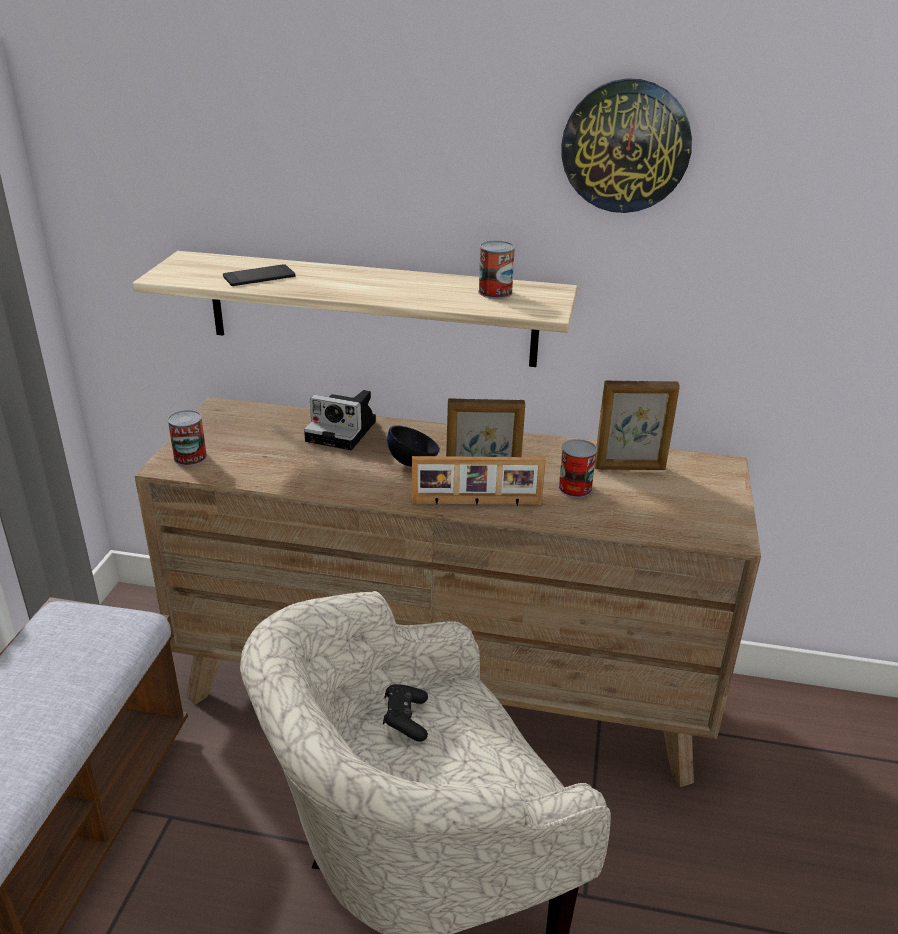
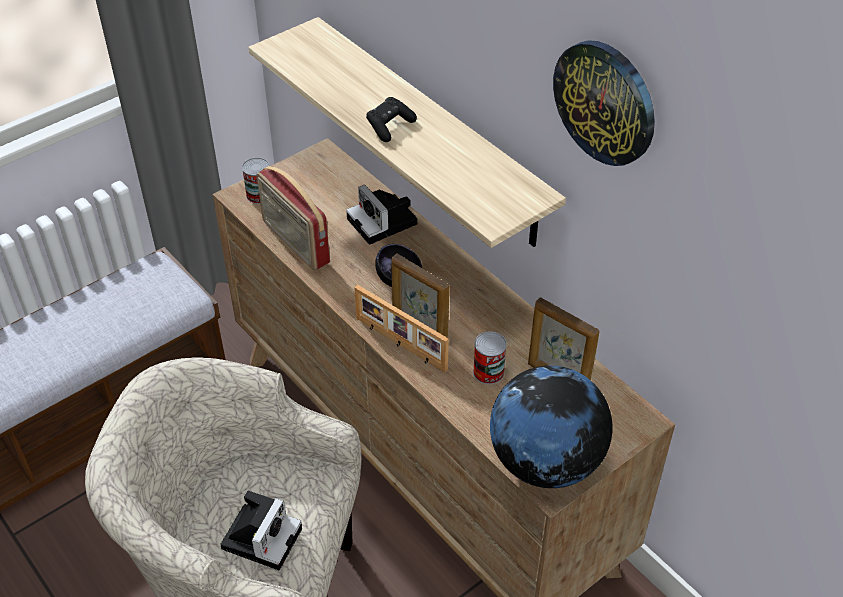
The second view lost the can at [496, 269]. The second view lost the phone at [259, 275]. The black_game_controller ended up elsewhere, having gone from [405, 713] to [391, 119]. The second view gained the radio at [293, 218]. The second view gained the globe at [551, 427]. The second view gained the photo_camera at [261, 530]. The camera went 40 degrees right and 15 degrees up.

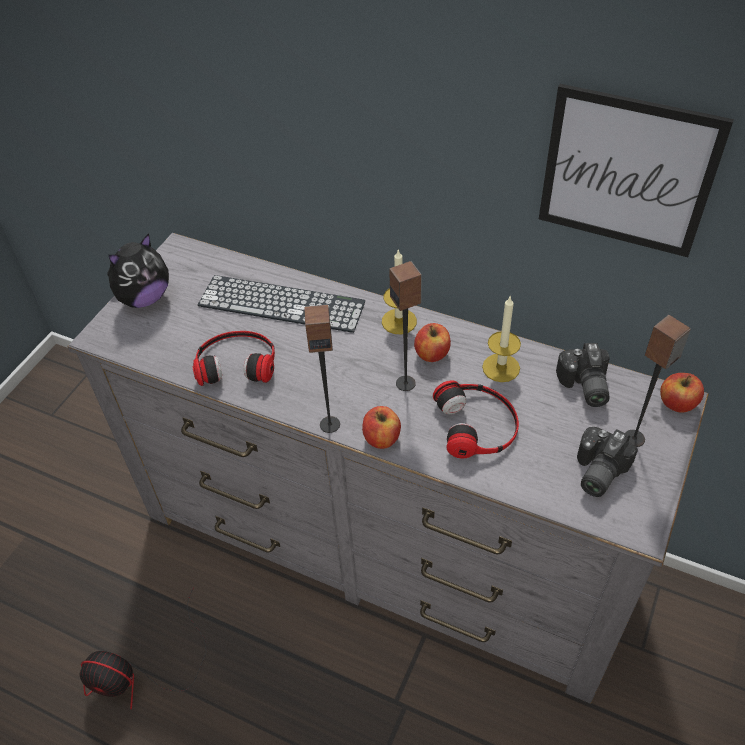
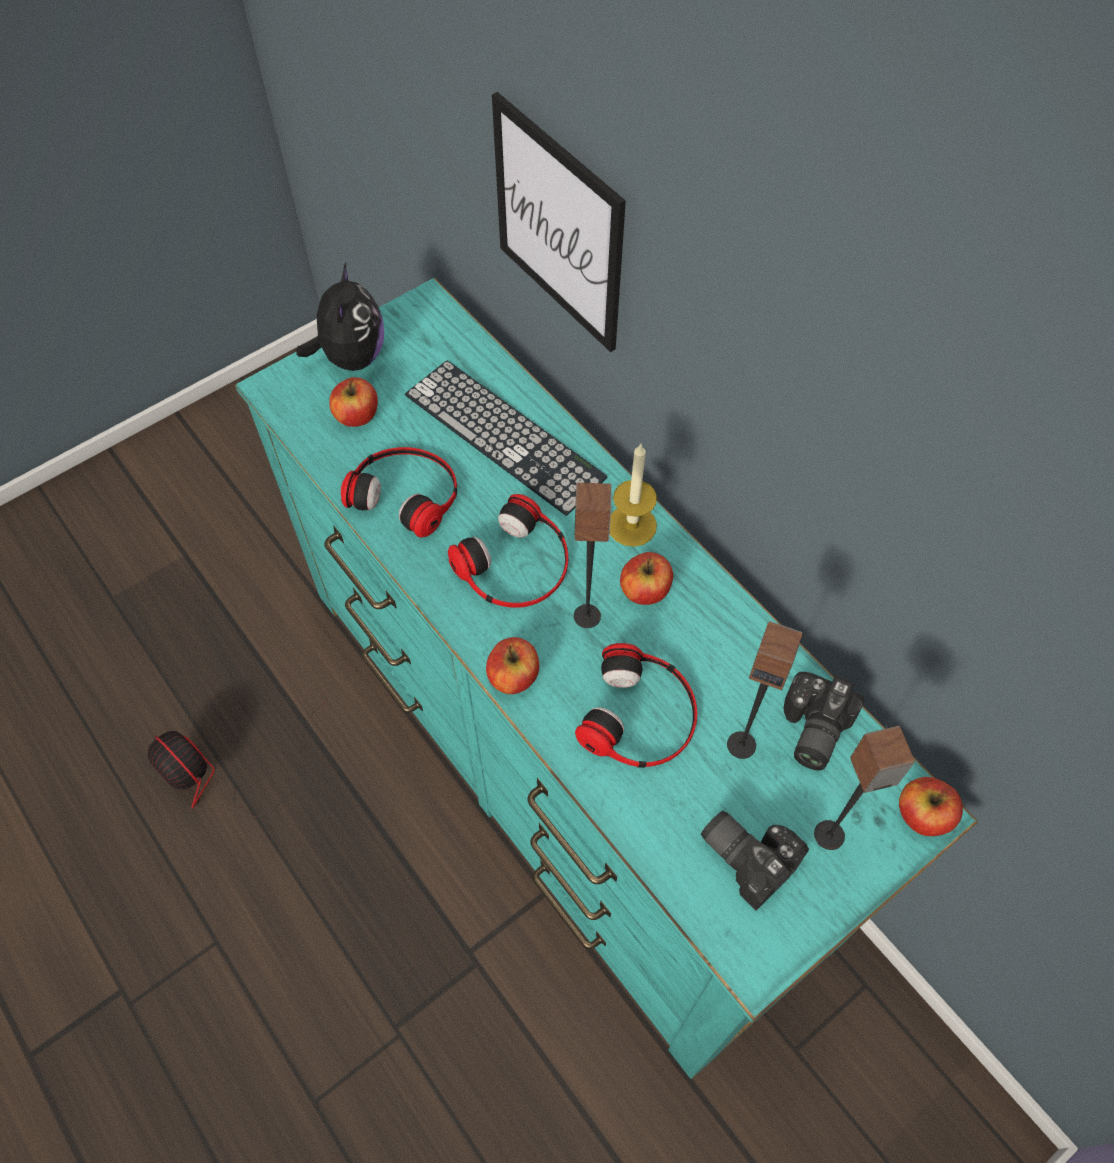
The picture ended up elsewhere, having gone from [636, 170] to [559, 222]. What was the grey_dresser at [388, 468] turned into the turquoise_dresser at [606, 678]. The plush_toy at [138, 270] ended up facing another way, 75 degrees counterclockwise from before. The second view lost the candle at [501, 338]. The speaker ended up elsewhere, having gone from [322, 368] to [765, 690]. The photo_camera at [607, 462] ended up facing another way, 75 degrees clockwise from before. The second view gained the apple at [353, 402]. The second view gained the headphones at [508, 551]. The camera went 25 degrees right and 10 degrees up.

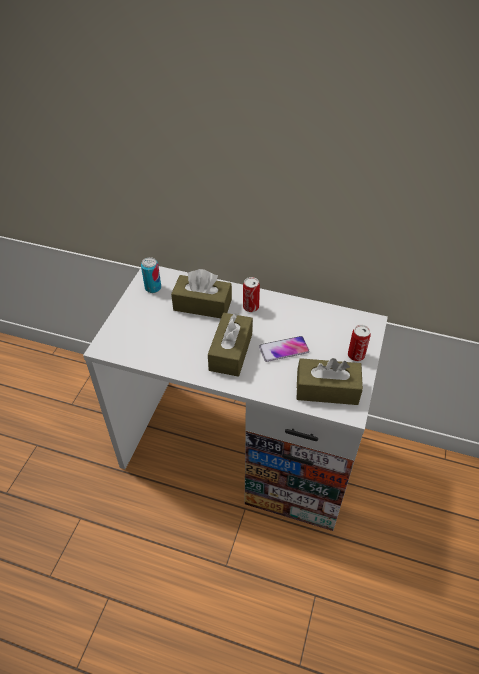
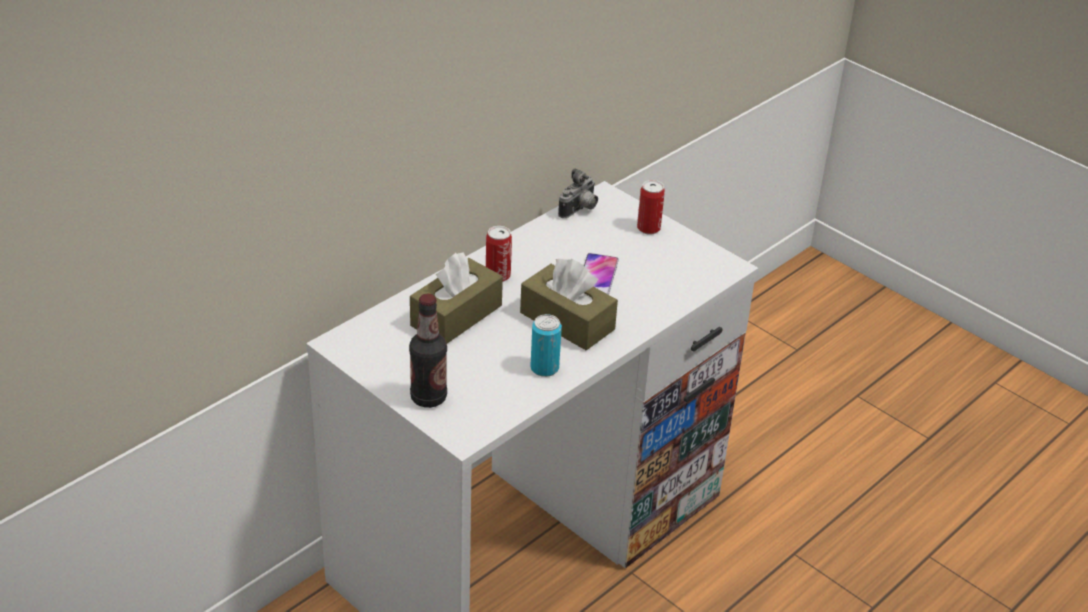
The can ended up elsewhere, having gone from [151, 275] to [546, 345]. The second view lost the brown_tissue_box at [329, 381]. The second view gained the photo_camera at [578, 193]. The second view gained the bottle at [428, 351]. The camera went 65 degrees left and 10 degrees down.

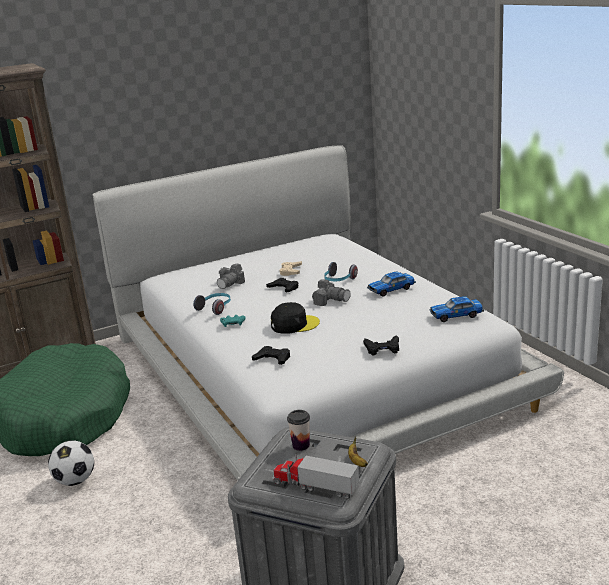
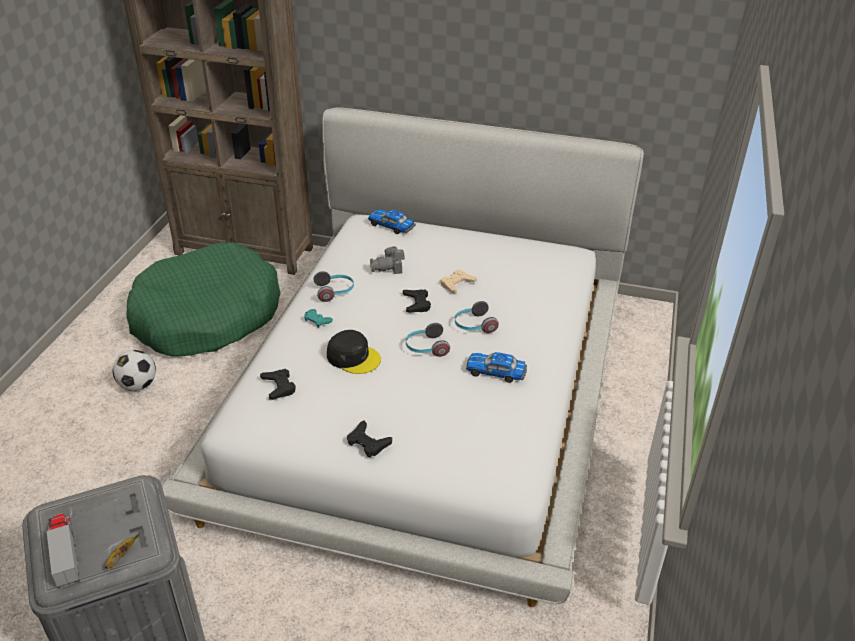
Where the photo_camera stood at [331, 292], the headphones came to stand at [428, 340]. The toy_car ended up elsewhere, having gone from [456, 309] to [392, 221]. The second view lost the cup at [298, 430]. The camera went 40 degrees right and 15 degrees up.

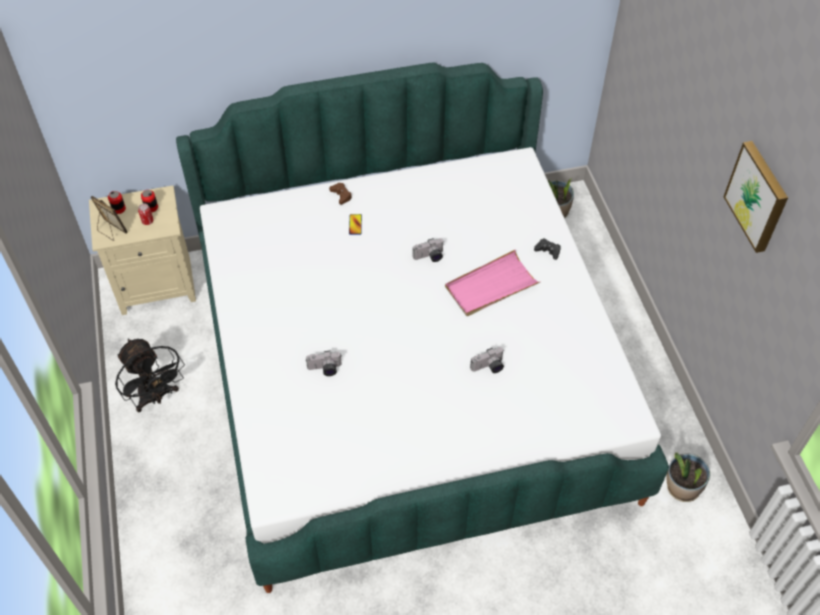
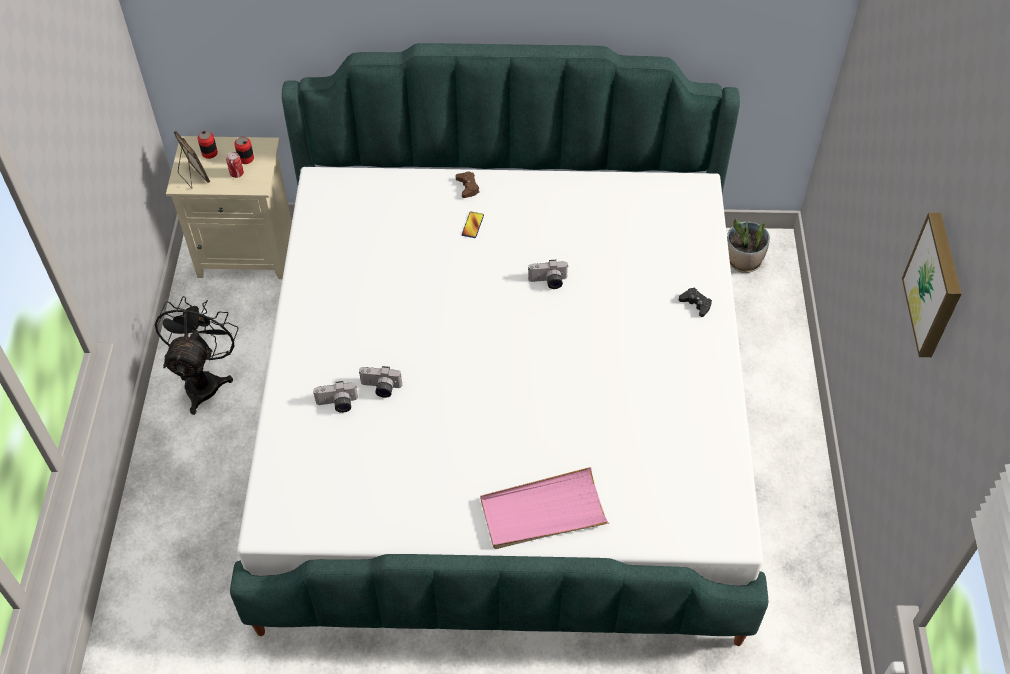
The pink_tray ended up elsewhere, having gone from [493, 283] to [544, 508]. The black_fan at [150, 375] ended up facing another way, 150 degrees counterclockwise from before. The photo_camera ended up elsewhere, having gone from [487, 360] to [335, 397]. The second view lost the potted_plant at [688, 477]. The camera went 15 degrees right and 0 degrees up.

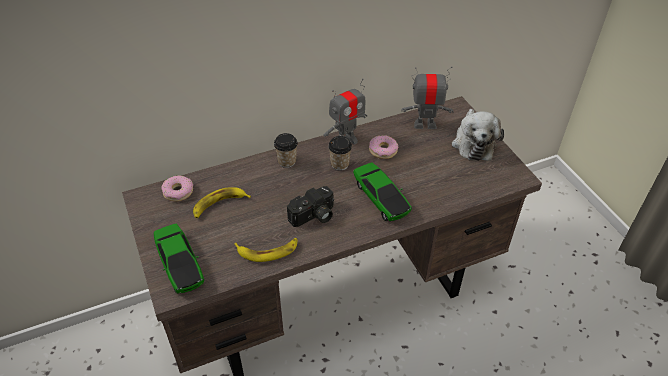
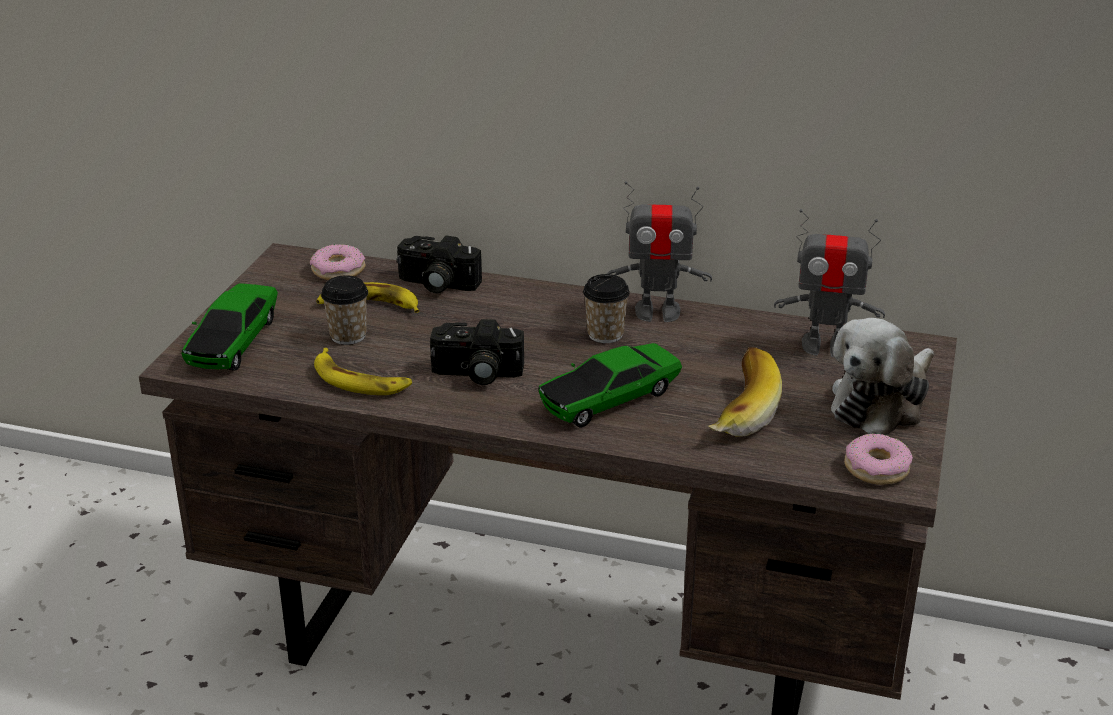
The toy_robot at [428, 98] ended up facing another way, 150 degrees clockwise from before. The cup ended up elsewhere, having gone from [286, 150] to [344, 310]. The donut ended up elsewhere, having gone from [383, 147] to [878, 459]. The toy_car at [382, 192] ended up facing another way, 45 degrees clockwise from before. The second view gained the photo_camera at [439, 264]. The second view gained the banana at [745, 392]. The camera went 40 degrees right and 15 degrees down.

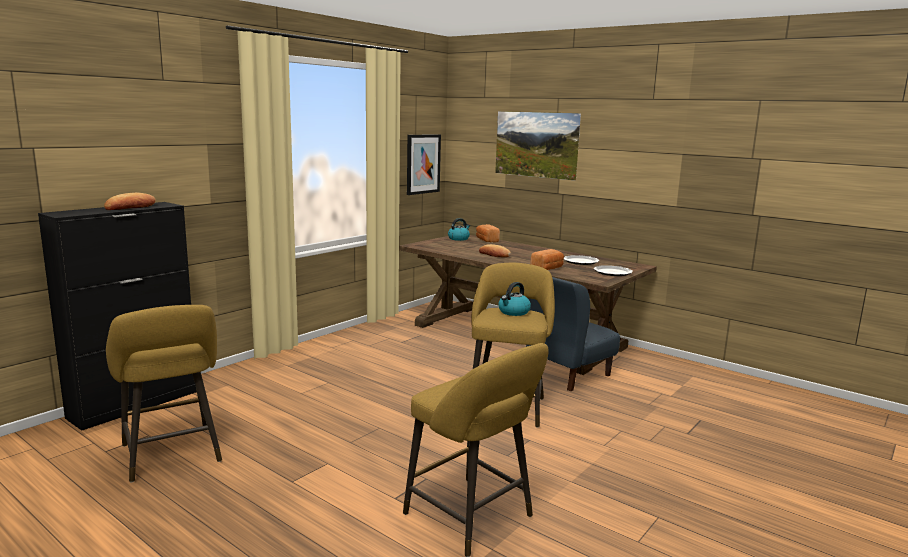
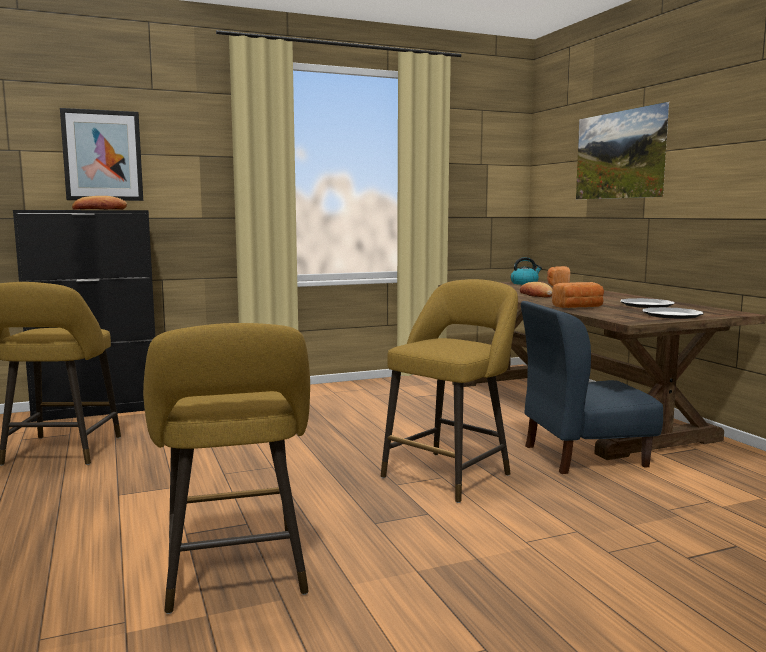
The picture ended up elsewhere, having gone from [424, 164] to [101, 154]. The second view lost the kettle at [514, 299]. The camera went 30 degrees right and 5 degrees down.

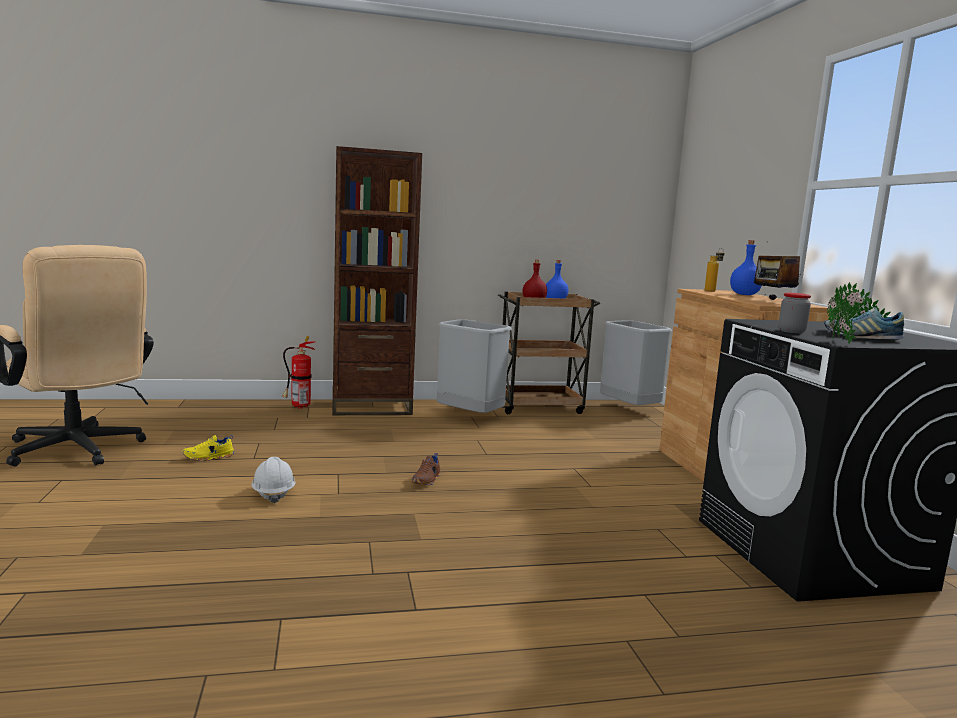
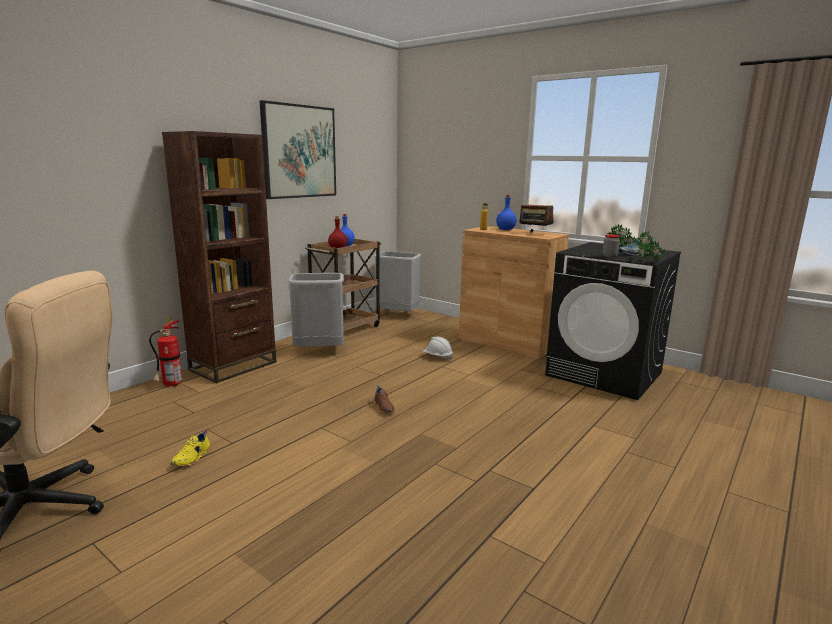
The white_hard_hat ended up elsewhere, having gone from [273, 480] to [438, 348]. The second view gained the picture at [298, 149]. The camera went 40 degrees left and 5 degrees up.

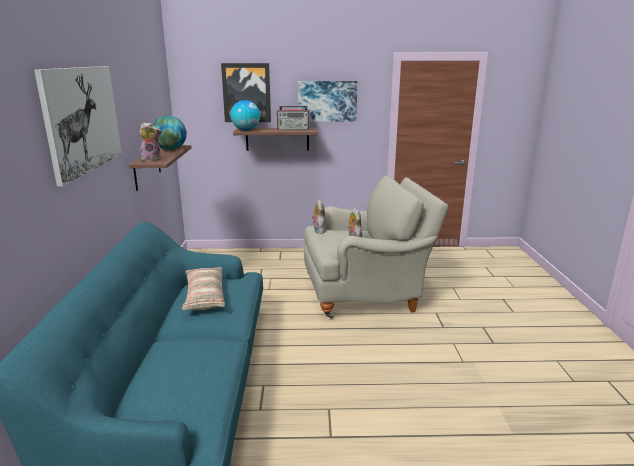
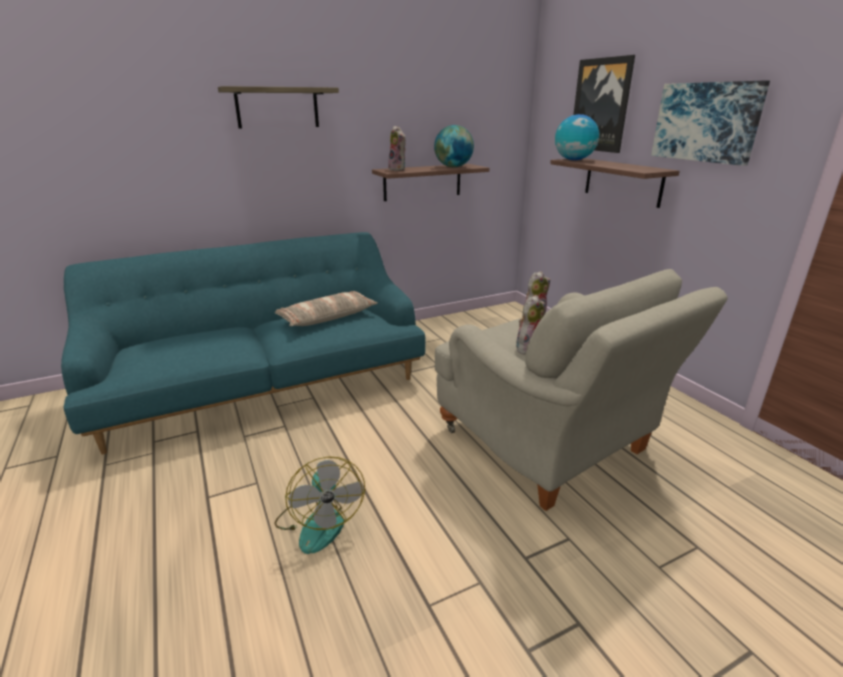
Where the picture hung at [78, 126], the shelf came to hang at [278, 107]. The second view lost the radio at [293, 117]. The second view gained the fan at [320, 505]. The camera went 65 degrees right and 5 degrees up.

